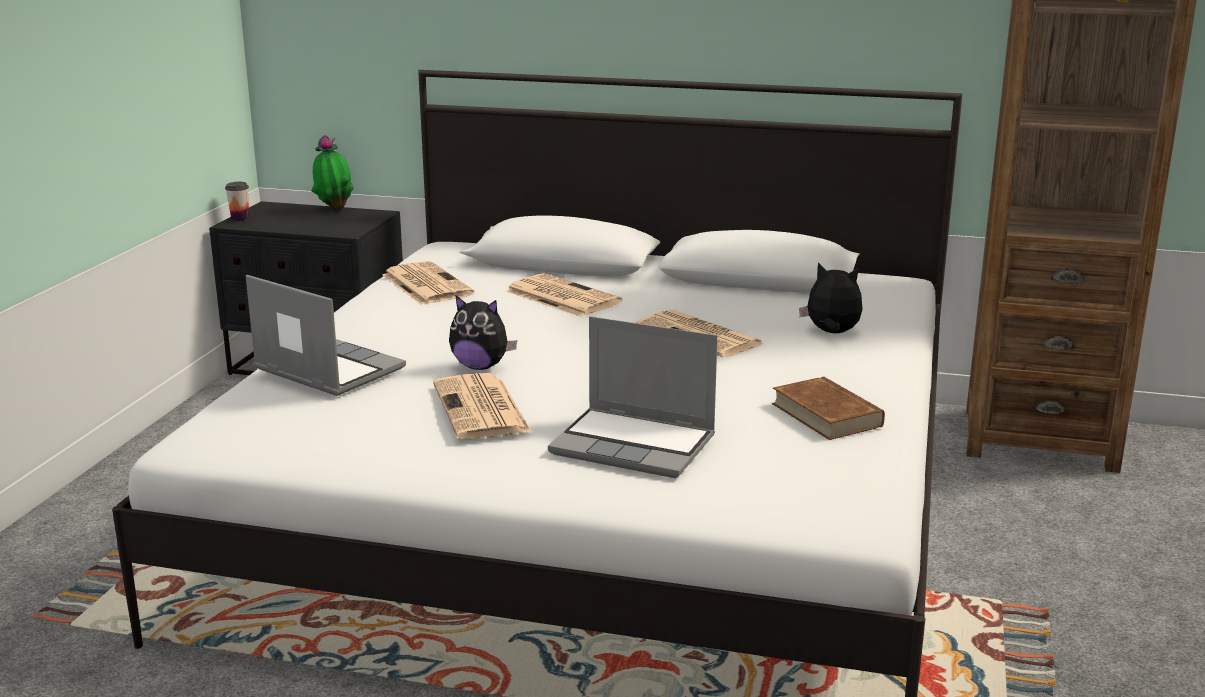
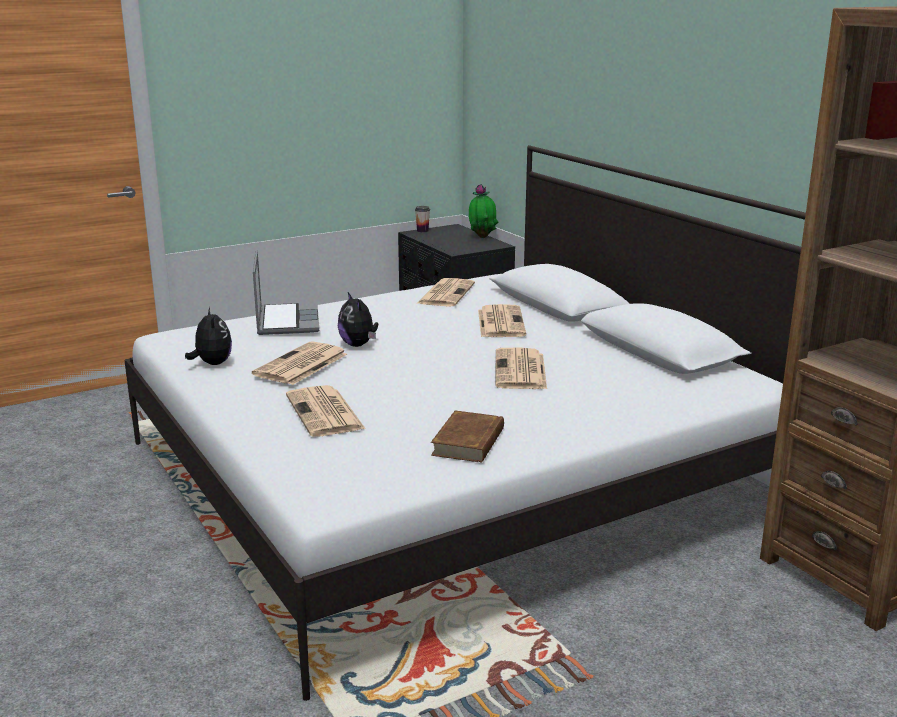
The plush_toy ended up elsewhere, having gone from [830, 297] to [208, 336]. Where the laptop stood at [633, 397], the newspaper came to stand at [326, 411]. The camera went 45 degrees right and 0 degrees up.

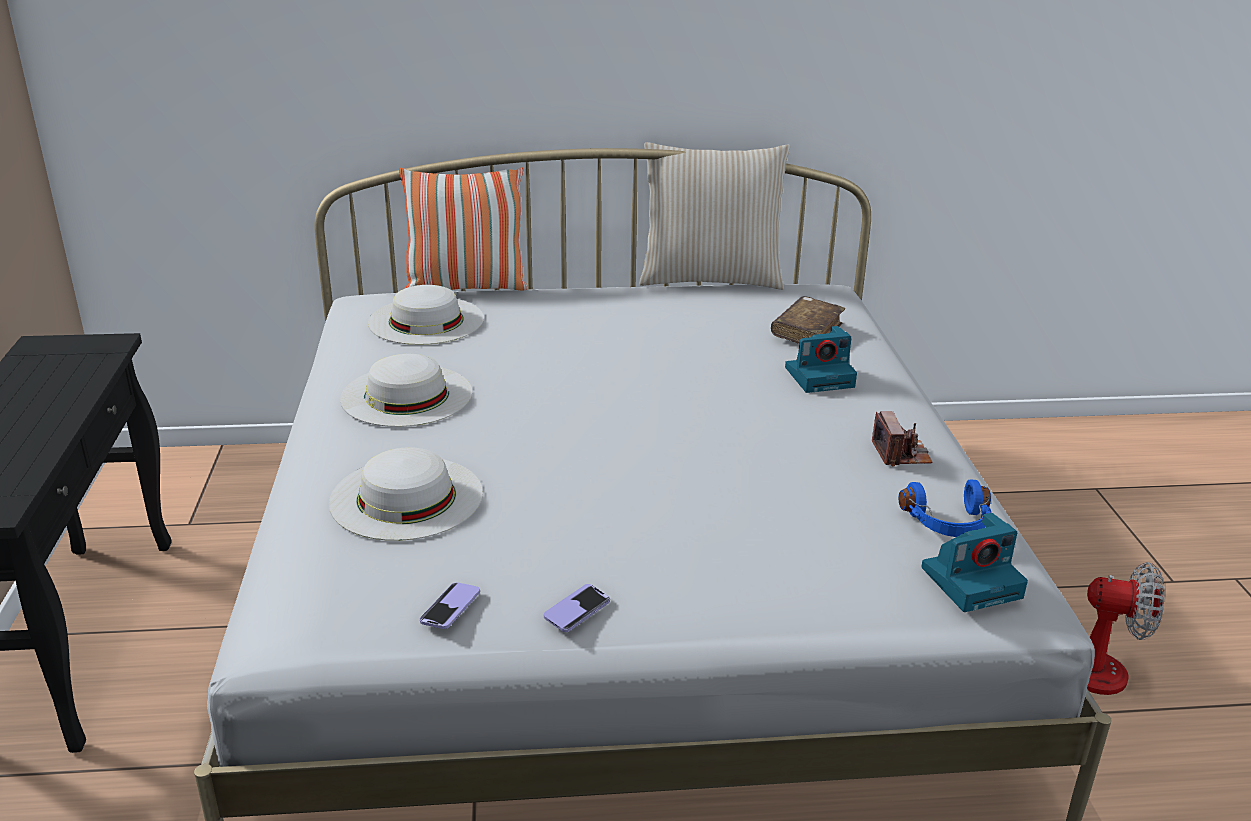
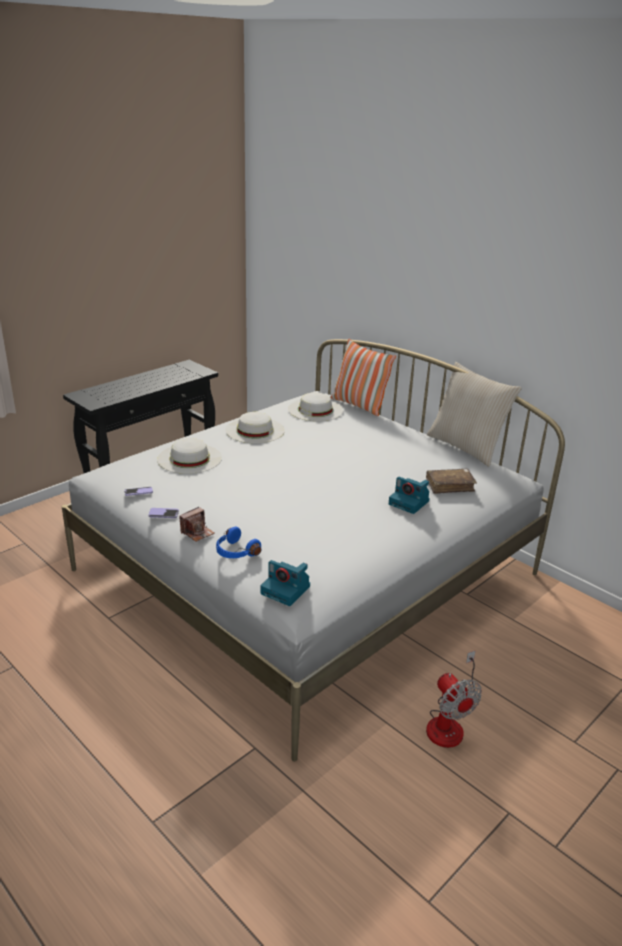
The photo_camera ended up elsewhere, having gone from [902, 439] to [197, 524]. The blue_headphones ended up elsewhere, having gone from [945, 508] to [239, 542]. The camera went 50 degrees right and 0 degrees up.

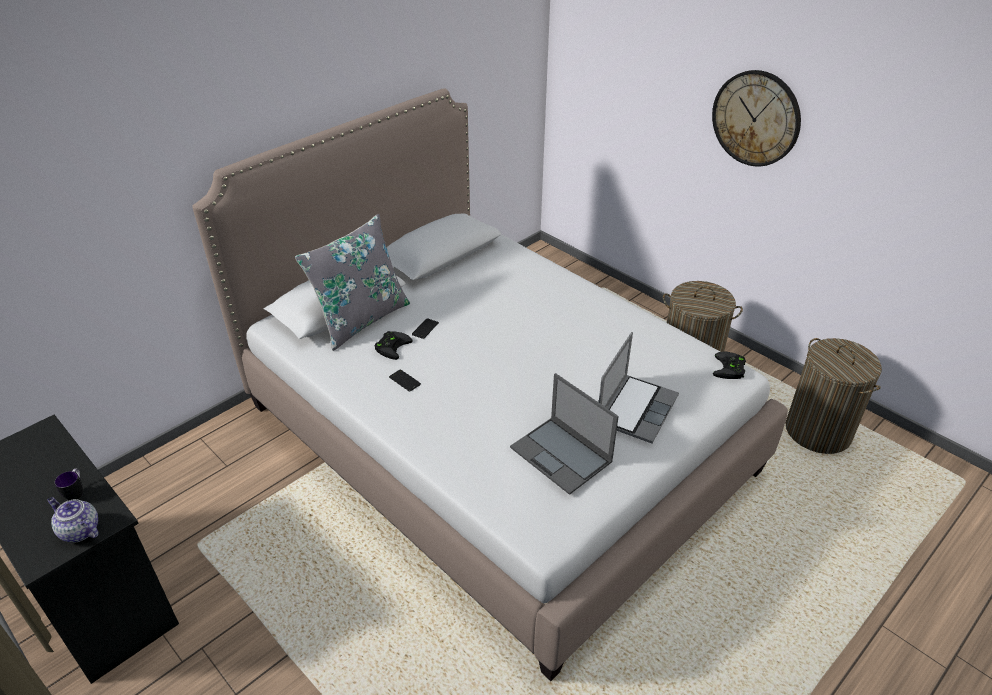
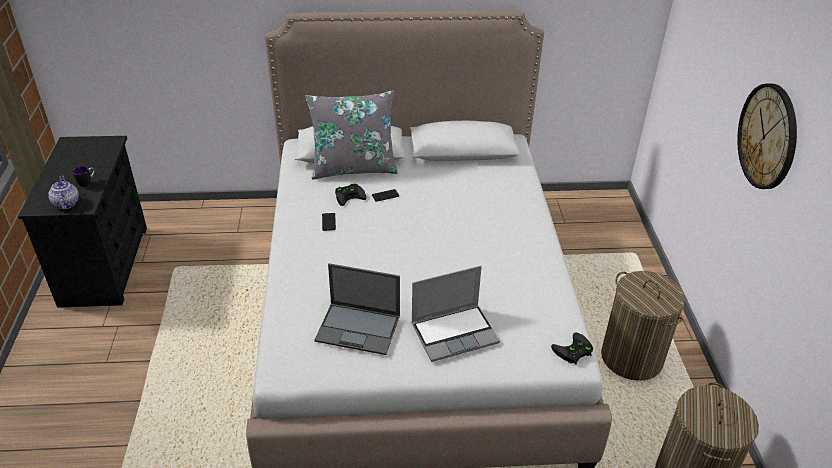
The laptop at [564, 434] ended up facing another way, 75 degrees counterclockwise from before. The camera went 40 degrees right and 0 degrees up.

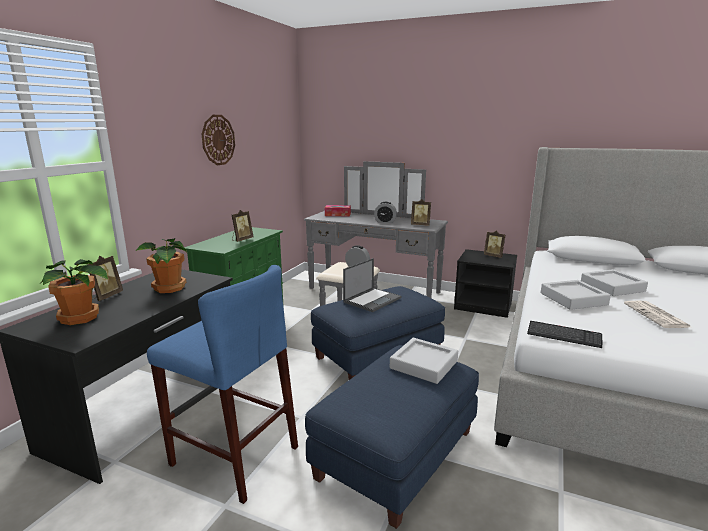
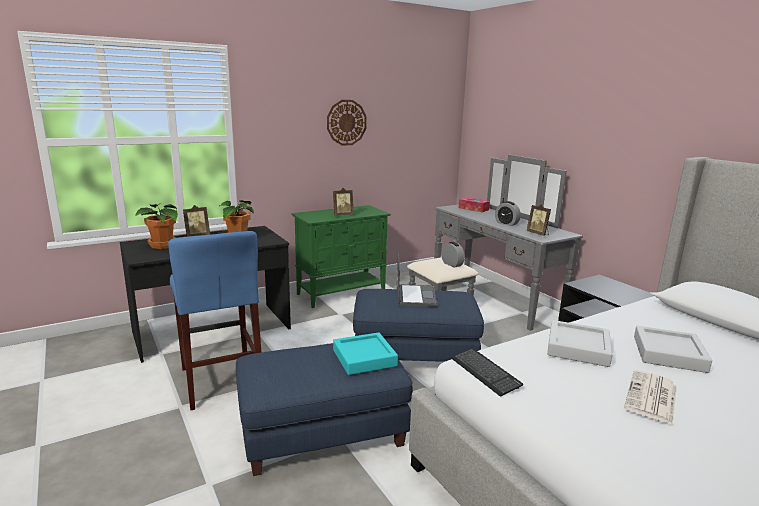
The second view lost the picture_frame at [494, 244]. The laptop at [372, 285] ended up facing another way, 75 degrees counterclockwise from before. What was the grey_tray at [424, 361] turned into the turquoise_tray at [365, 353]. The camera went 35 degrees right and 0 degrees up.

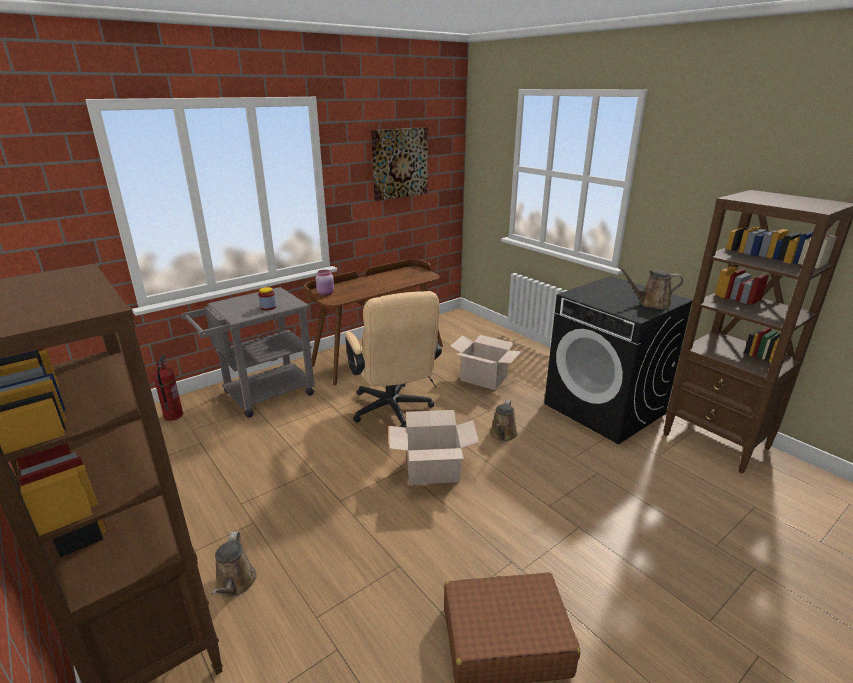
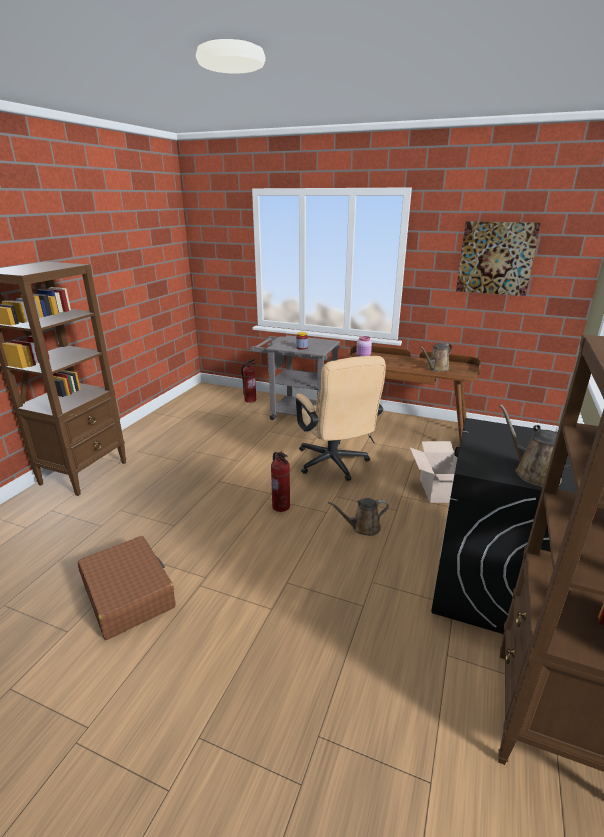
The beige_office_chair at [393, 359] ended up facing another way, 60 degrees counterclockwise from before. Where the cardboard_box stood at [434, 447], the fire_extinguisher came to stand at [280, 481]. The brown_watering_can ended up elsewhere, having gone from [234, 564] to [436, 357]. The camera went 60 degrees right and 0 degrees up.

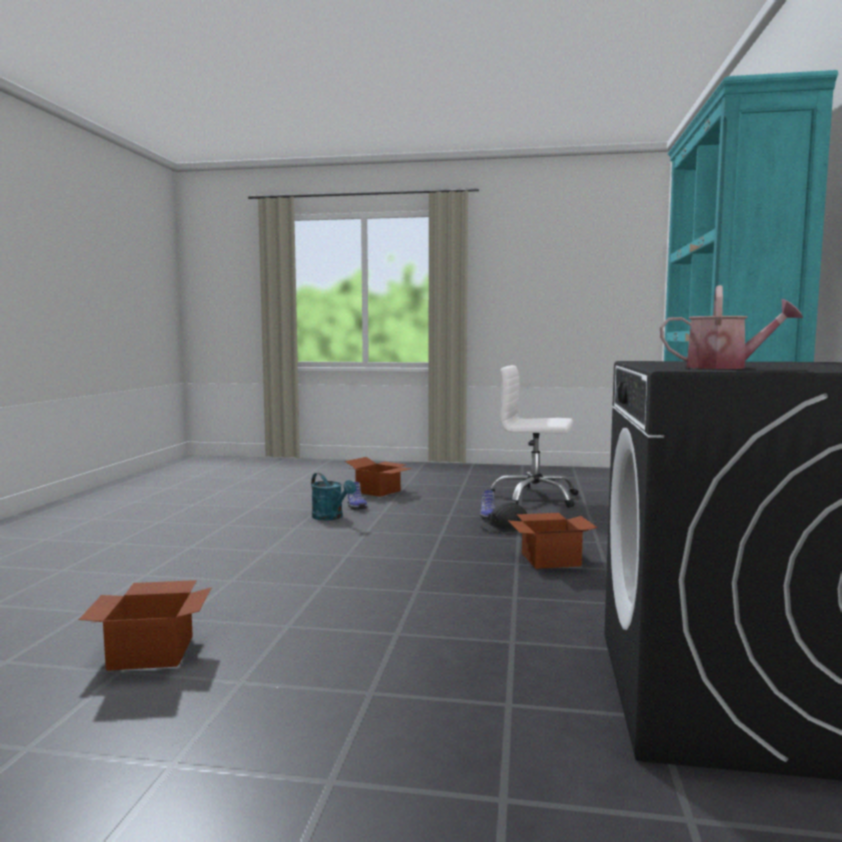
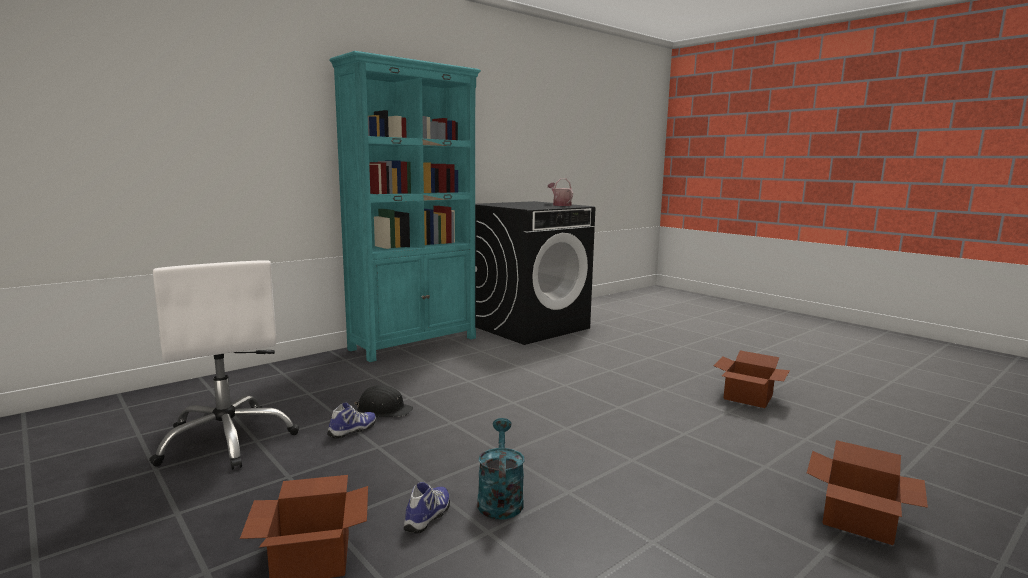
The cardboard_box ended up elsewhere, having gone from [553, 541] to [867, 492]. The camera went 140 degrees left and 5 degrees up.

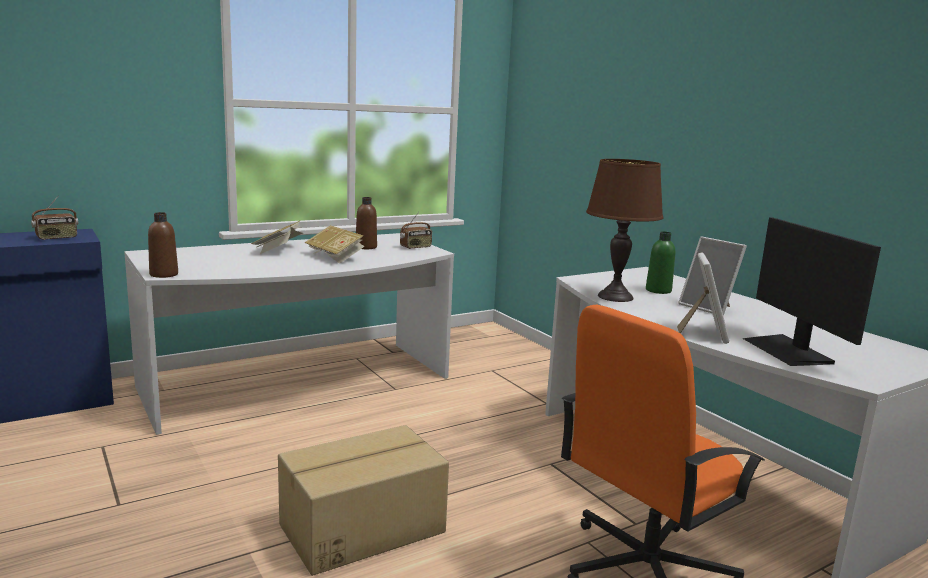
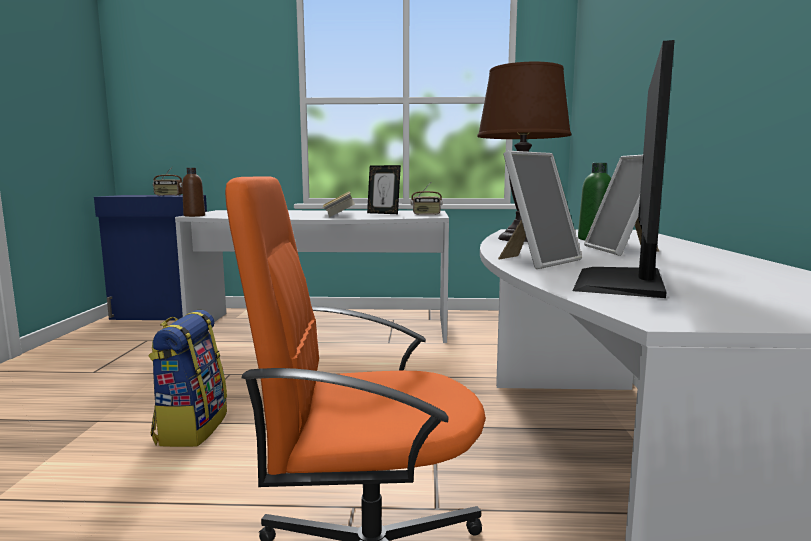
Where the brown_bottle stood at [366, 223], the picture_frame came to stand at [384, 189]. The second view lost the book at [277, 237]. Where the cardboard_box stood at [363, 500], the backpack came to stand at [187, 378]. The camera went 35 degrees right and 5 degrees down.

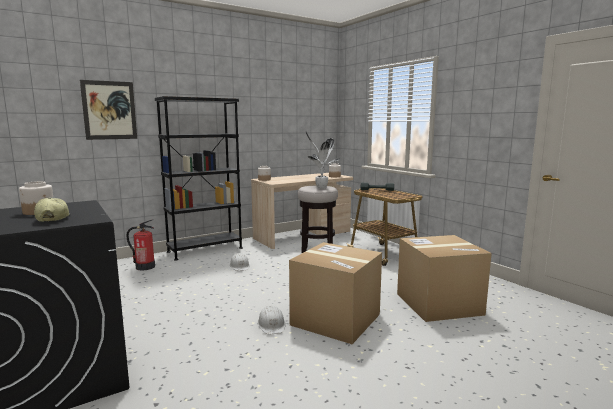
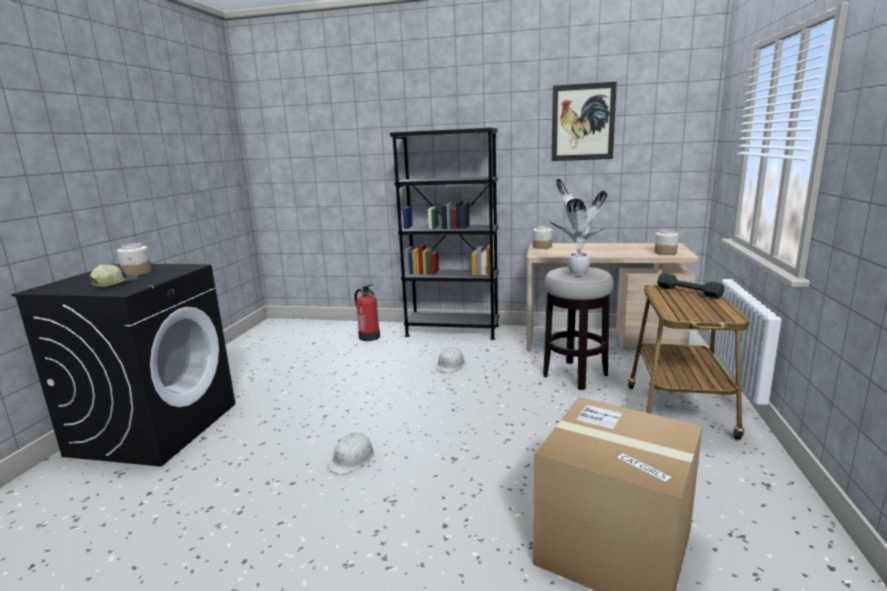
The picture ended up elsewhere, having gone from [108, 110] to [584, 121]. The second view lost the cardboard_box at [335, 293]. The camera went 45 degrees right and 5 degrees up.

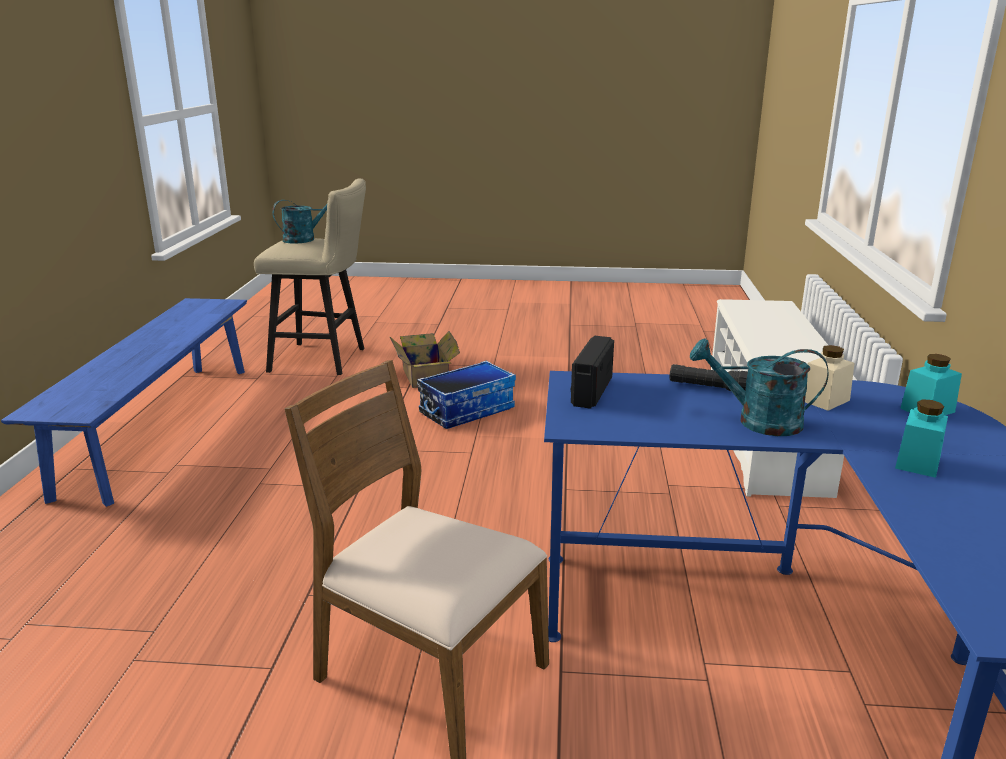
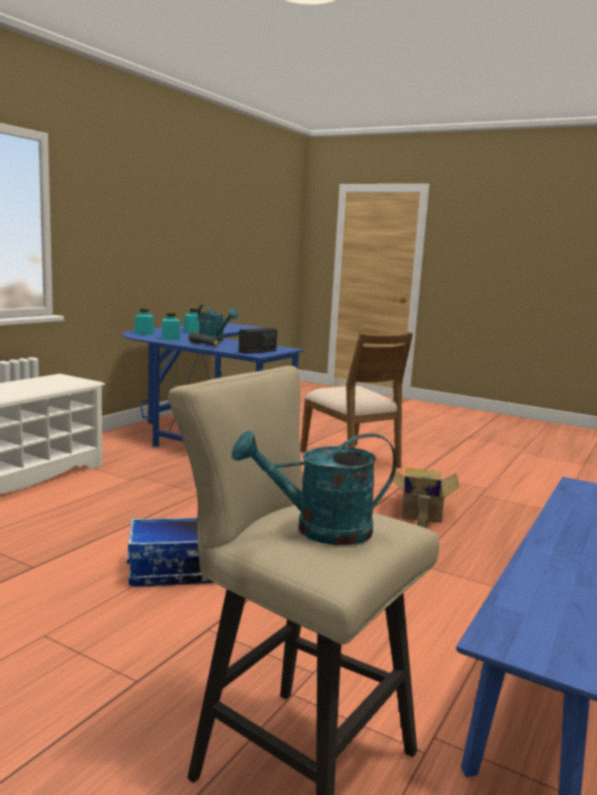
The cardboard_box ended up elsewhere, having gone from [424, 359] to [426, 498]. What was the beige_jar at [830, 378] turned into the turquoise_jar at [170, 326]. The camera went 155 degrees left and 10 degrees down.

